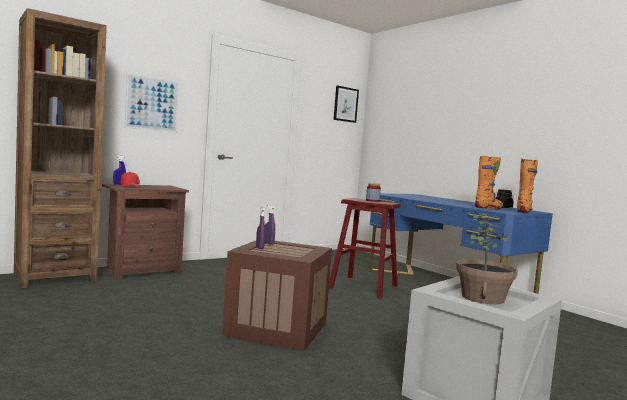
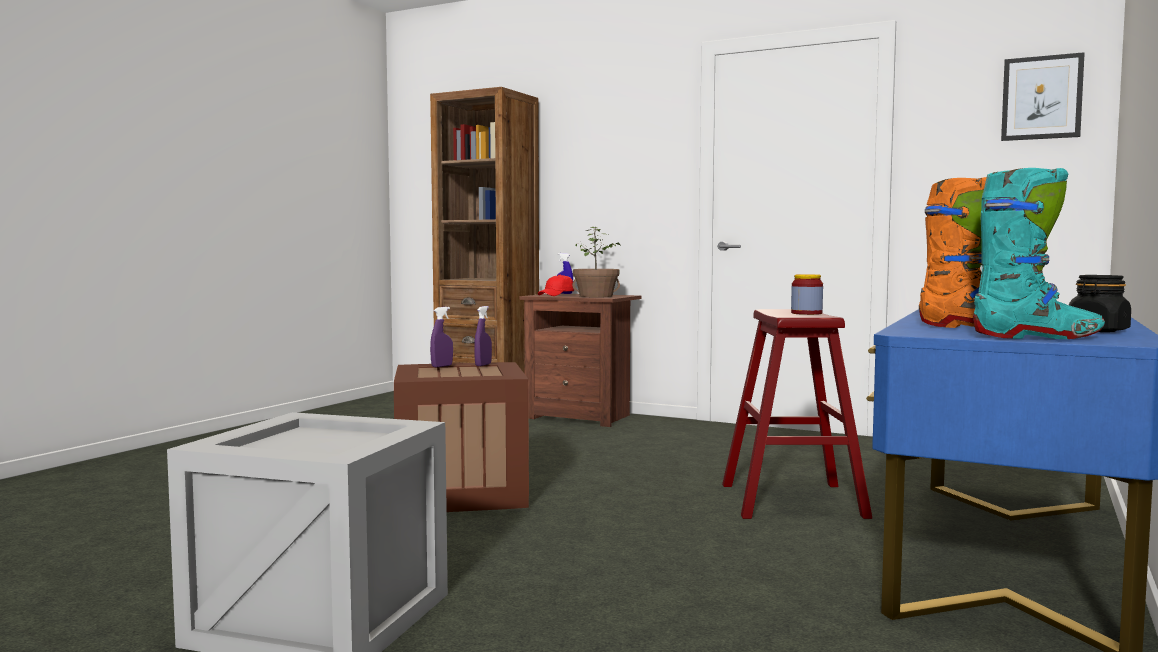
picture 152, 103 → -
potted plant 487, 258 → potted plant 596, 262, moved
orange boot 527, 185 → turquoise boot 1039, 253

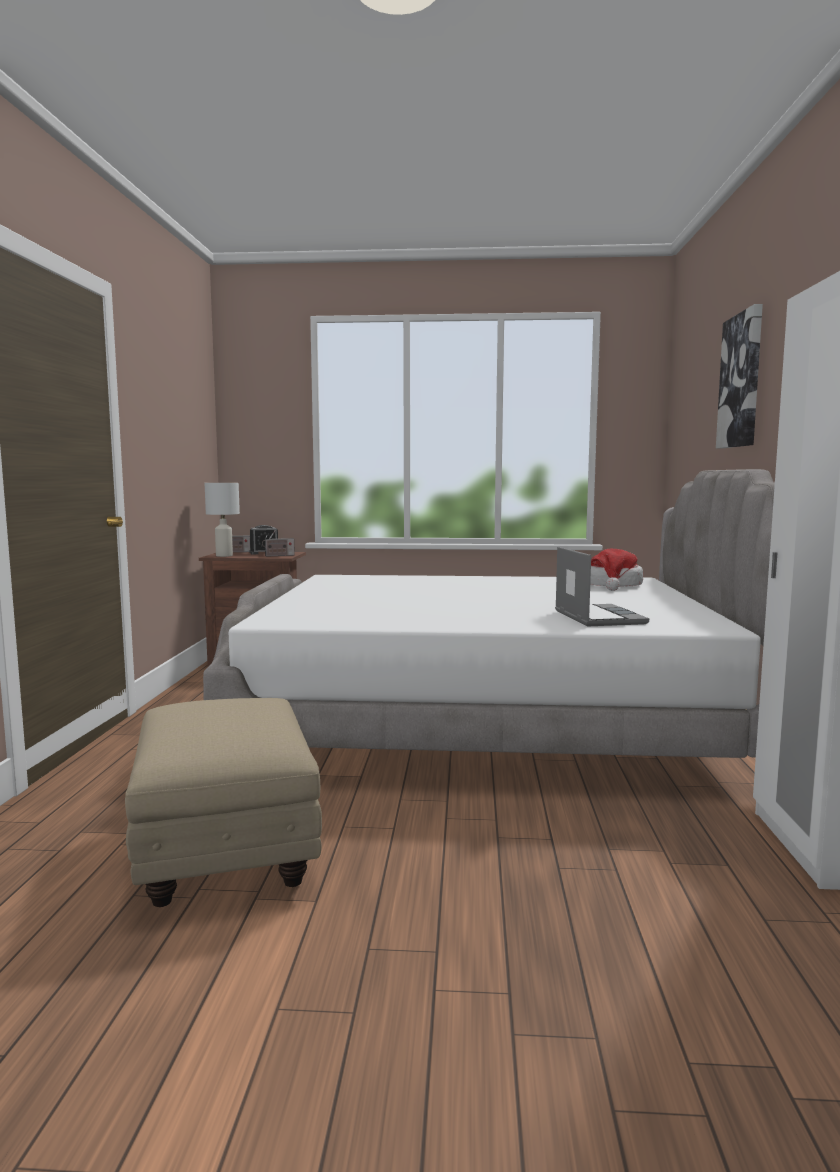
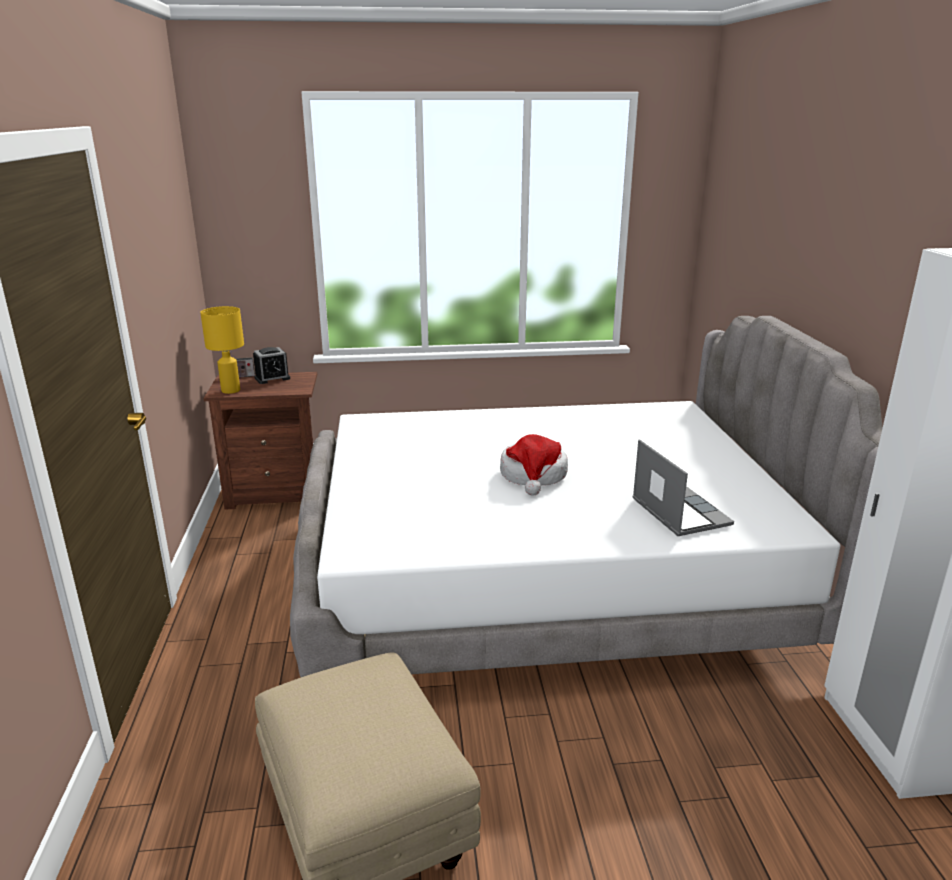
white table lamp 222, 520 → yellow table lamp 222, 350
radio 278, 543 → -
hat 616, 570 → hat 534, 465, moved
picture 739, 376 → -

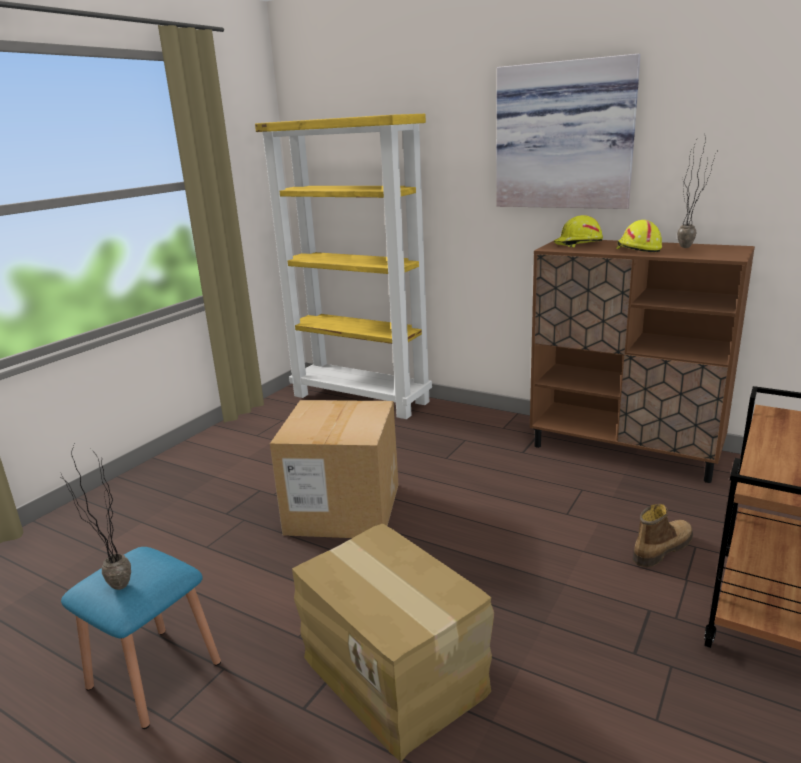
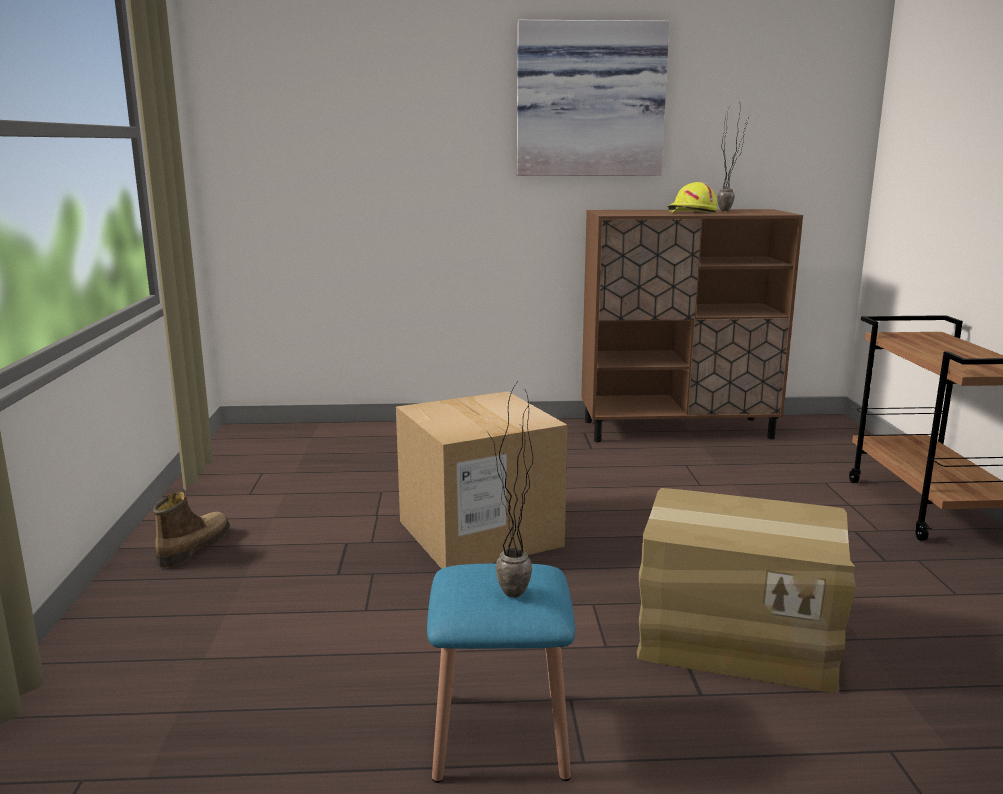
yellow bookcase 343, 266 → -
yellow hard hat 578, 231 → -
boot 663, 535 → boot 191, 530, moved

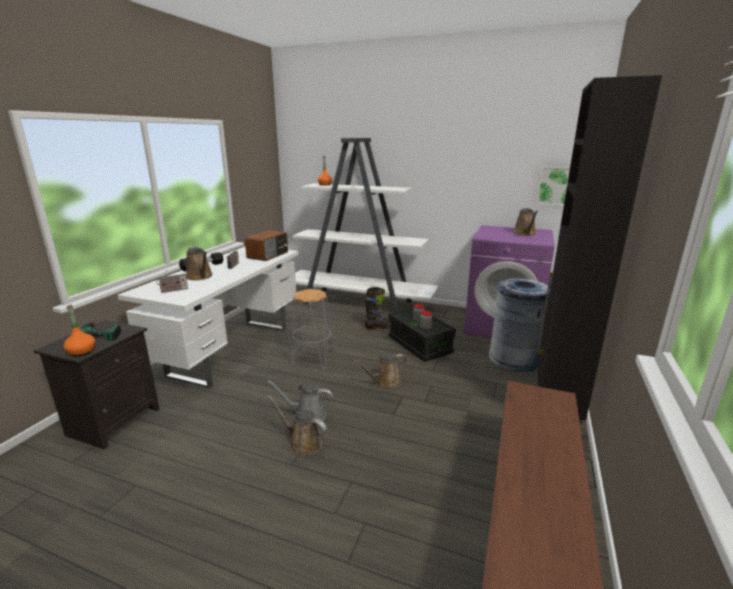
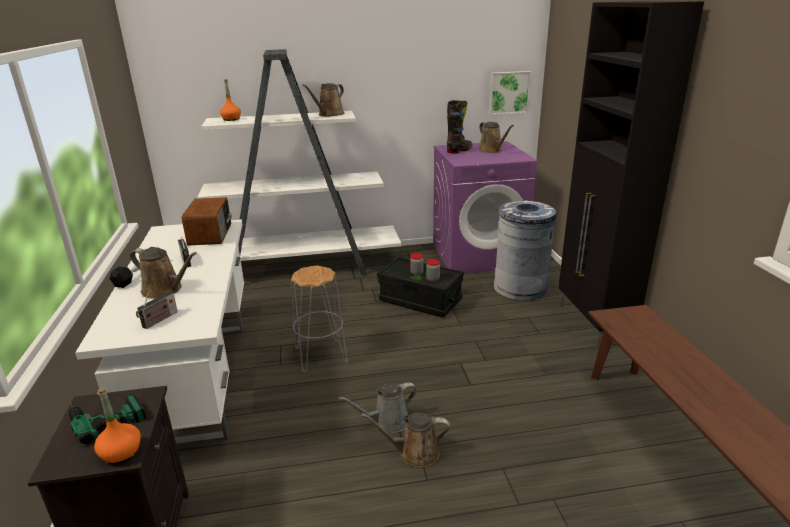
brown watering can 380, 371 → brown watering can 324, 100, moved
black boot 377, 308 → black boot 459, 127, moved

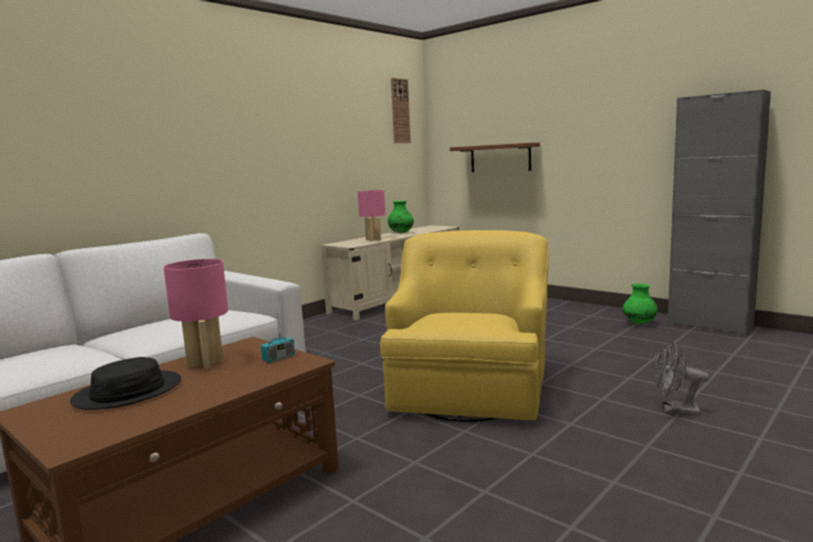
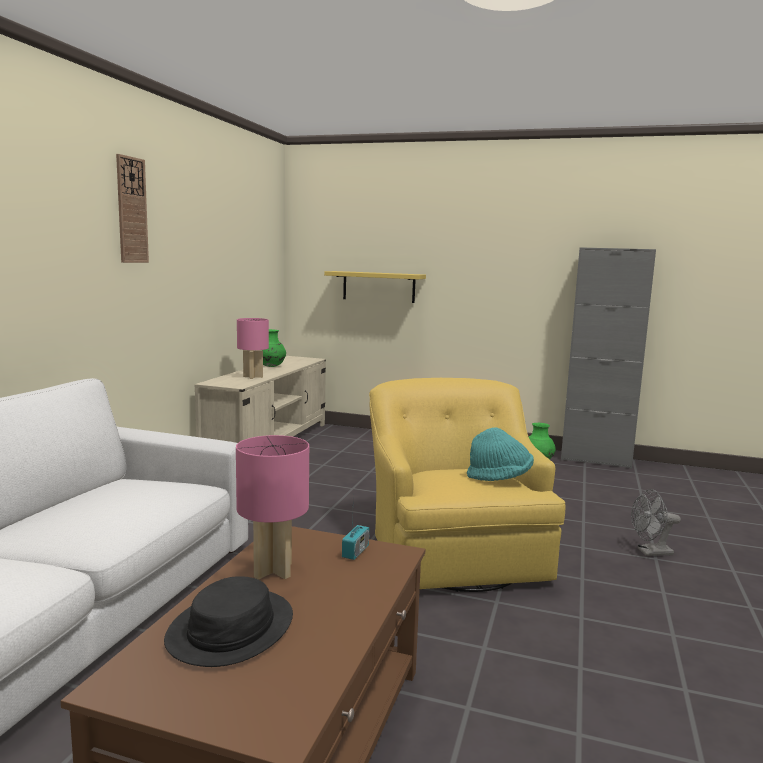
wall clock 401, 110 → wall clock 132, 208, moved
brown shelf 495, 157 → yellow shelf 375, 287
- → turquoise hat 500, 454

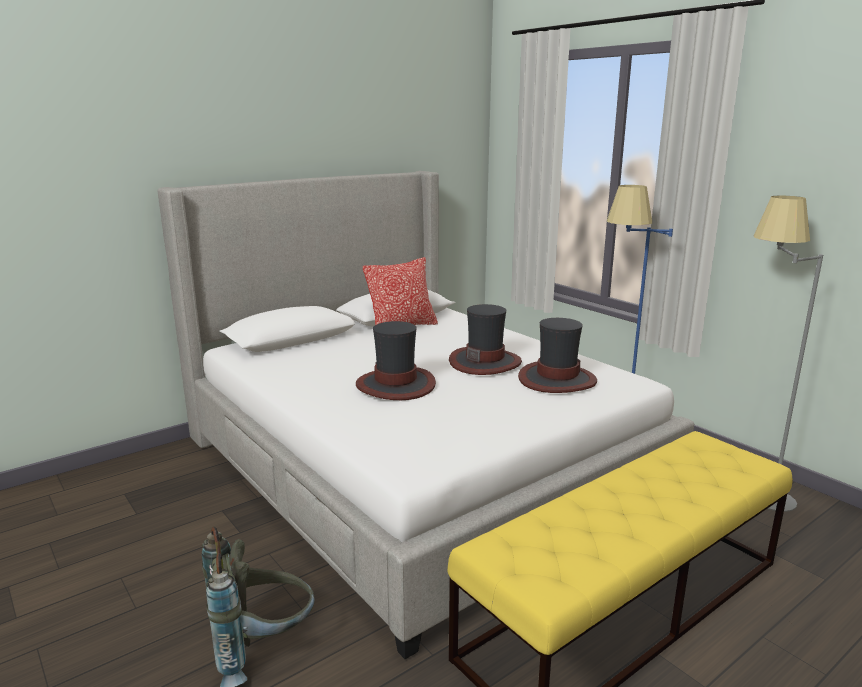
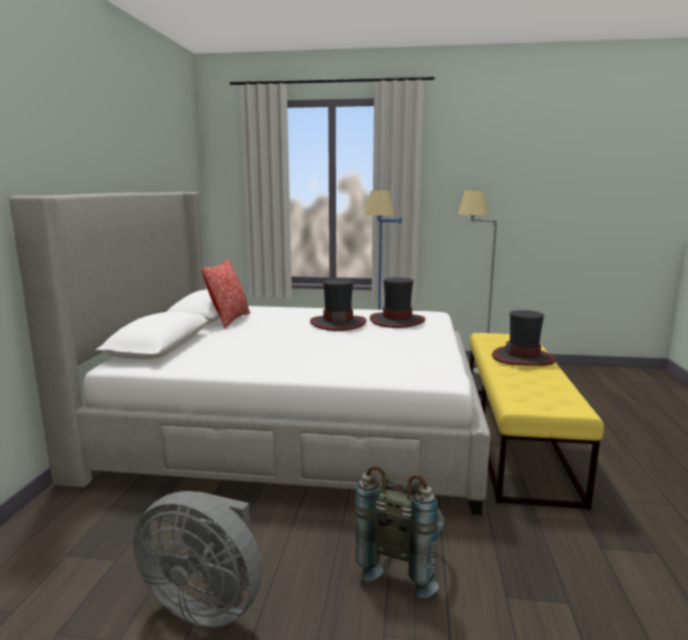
hat 396, 360 → hat 524, 338, moved
- → grey fan 197, 559

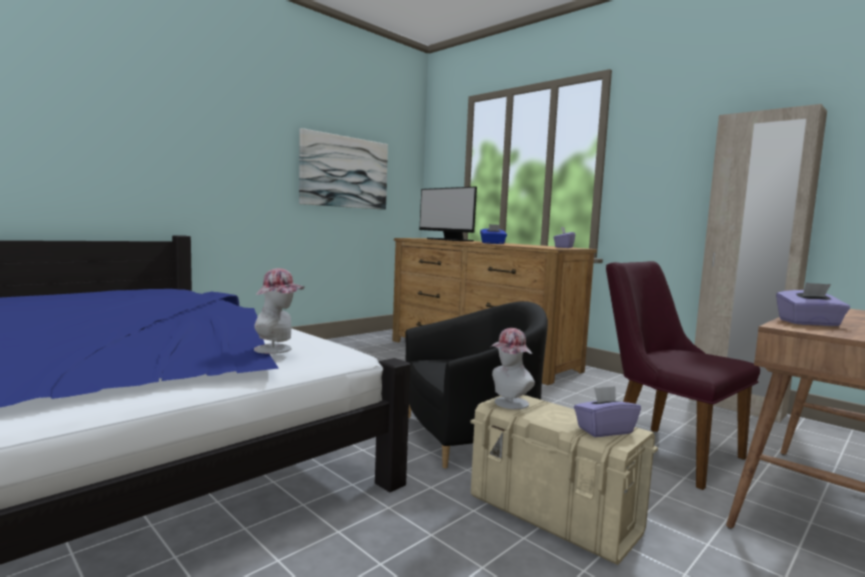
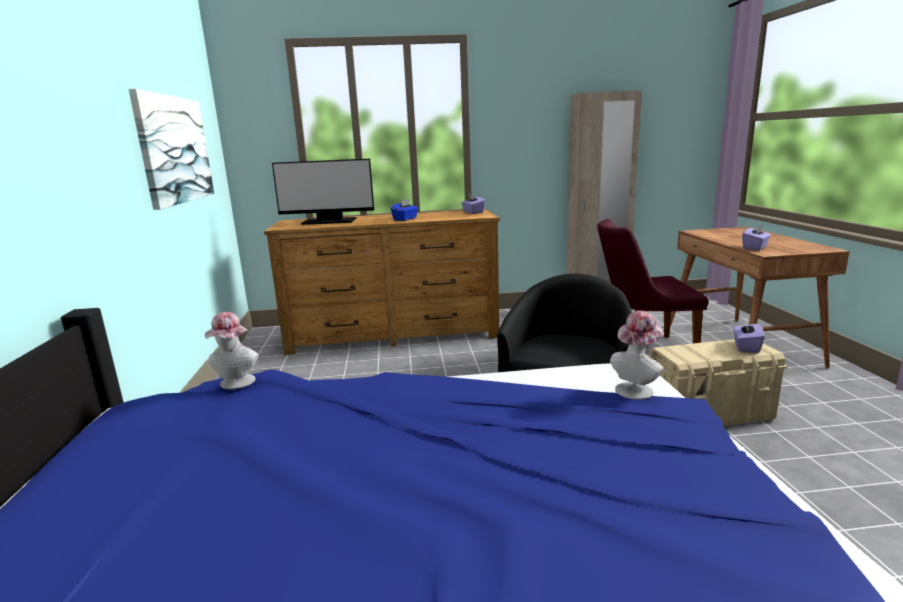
hat 512, 368 → hat 231, 350, moved

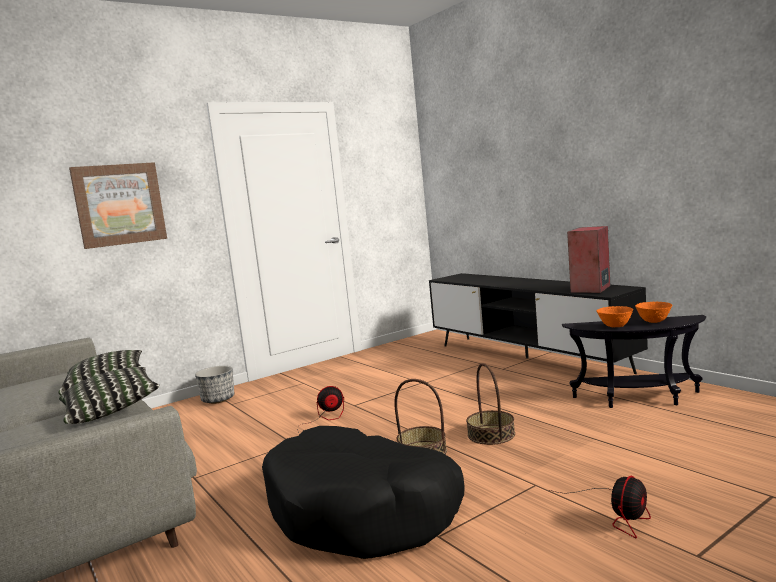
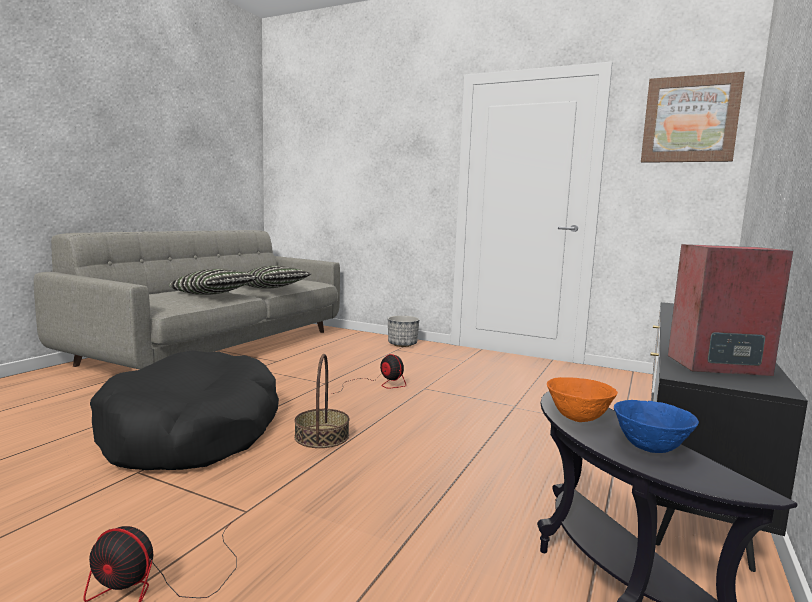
picture 118, 205 → picture 693, 117, moved
basket 490, 404 → -
orange bowl 654, 312 → blue bowl 656, 426

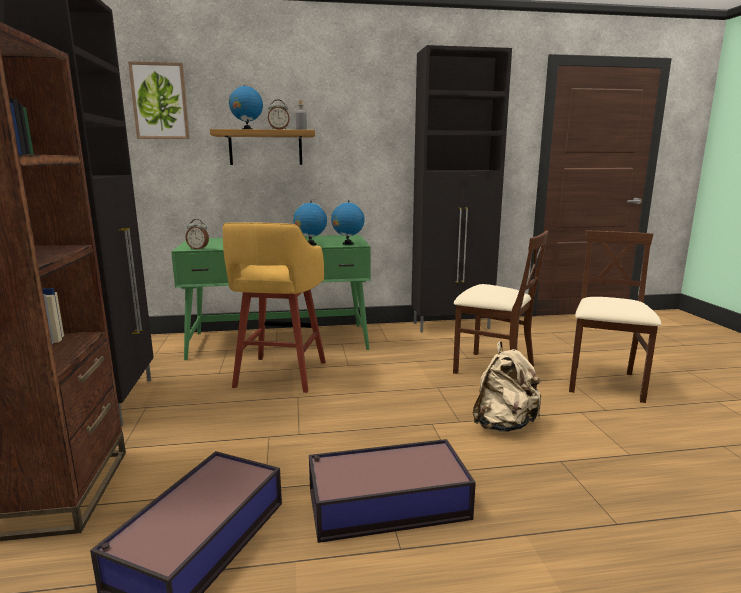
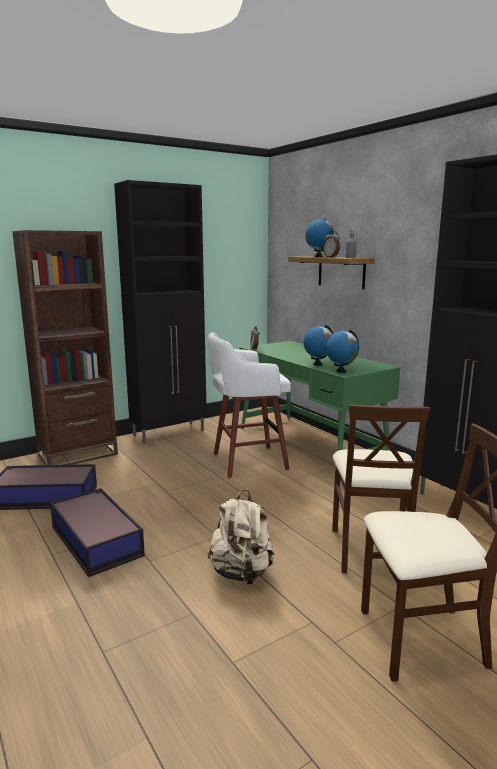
picture 159, 100 → -
yellow stool 274, 307 → white stool 249, 405

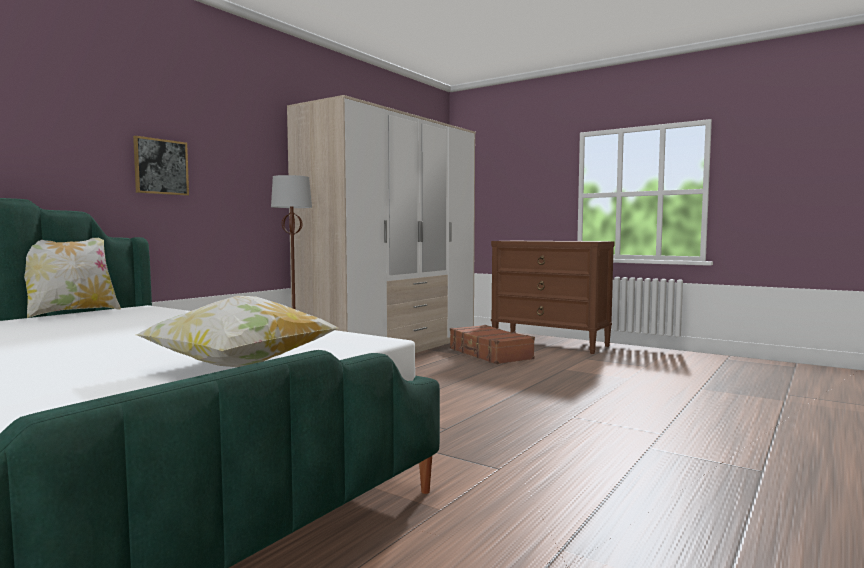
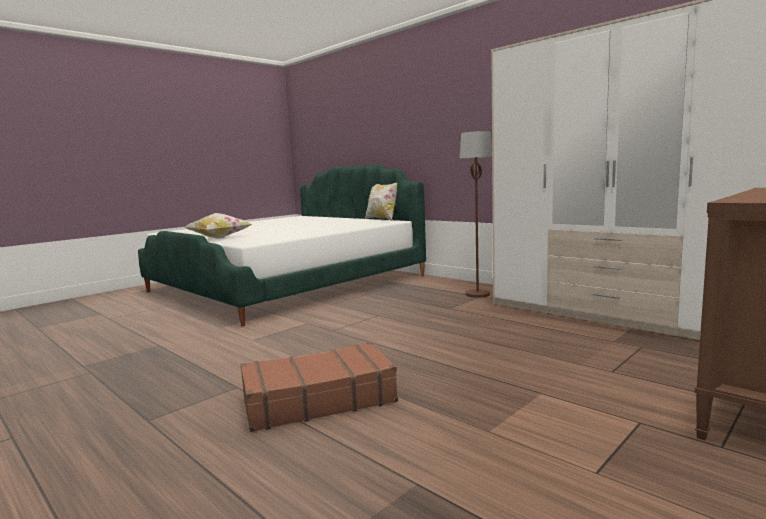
picture 161, 166 → -
brown suitcase 492, 344 → brown suitcase 319, 387, moved

